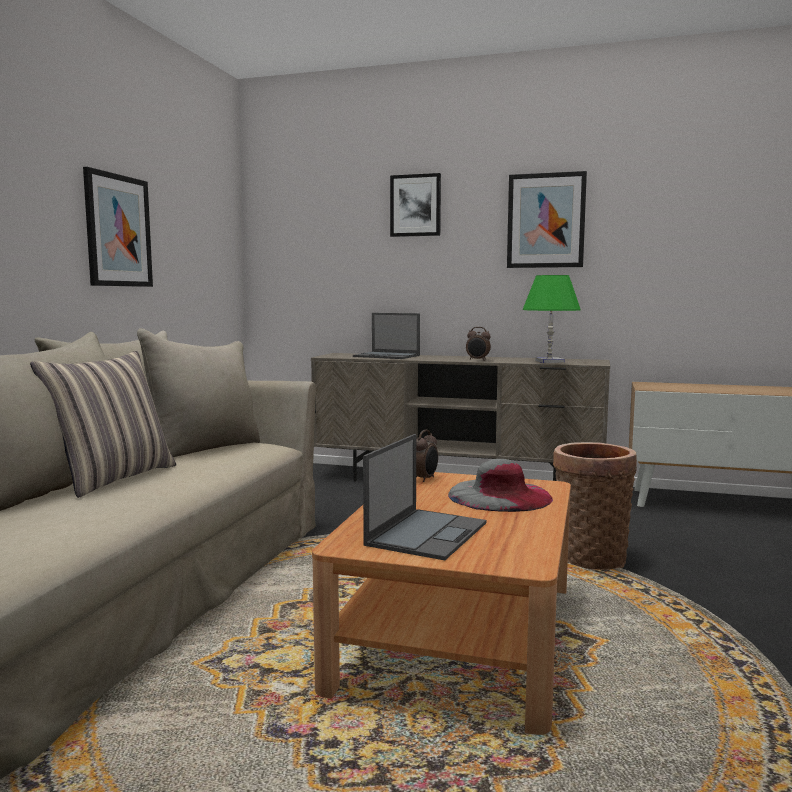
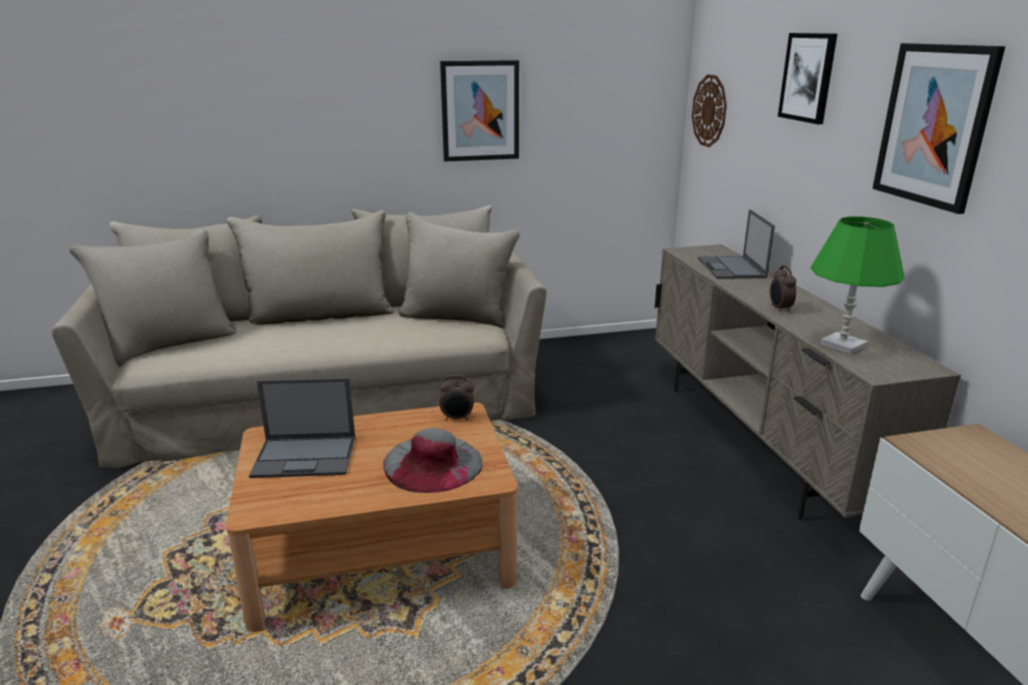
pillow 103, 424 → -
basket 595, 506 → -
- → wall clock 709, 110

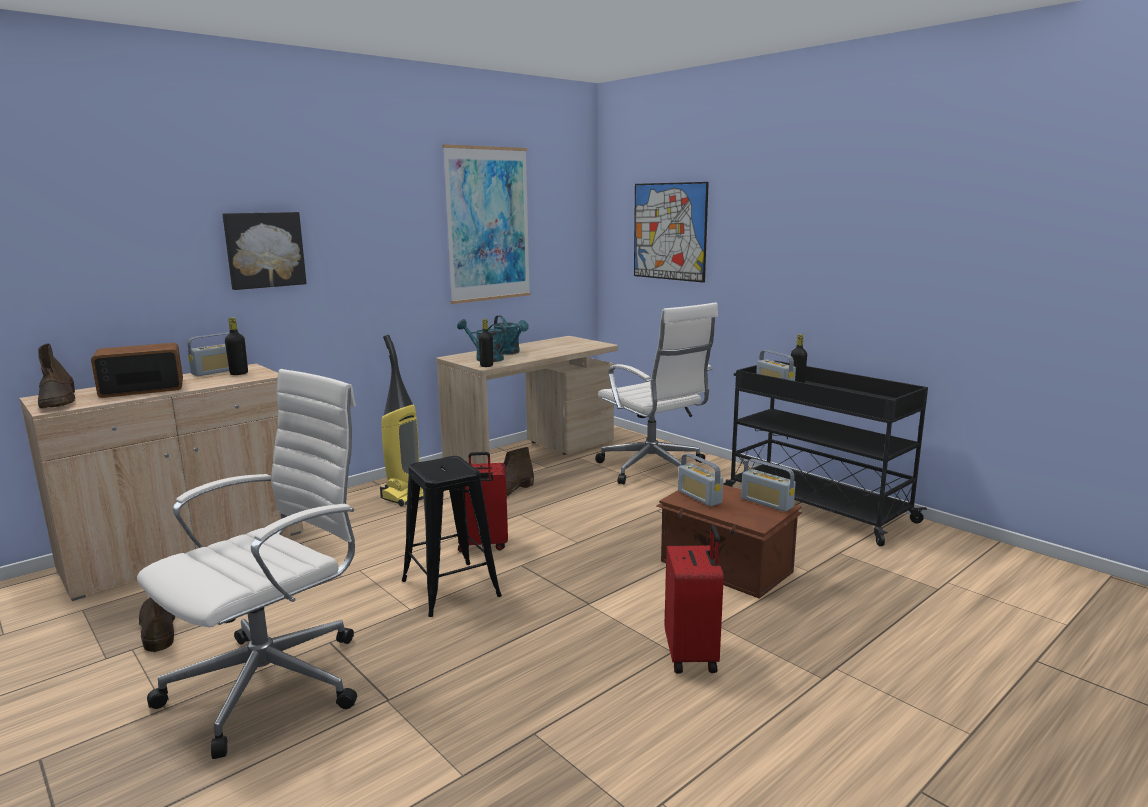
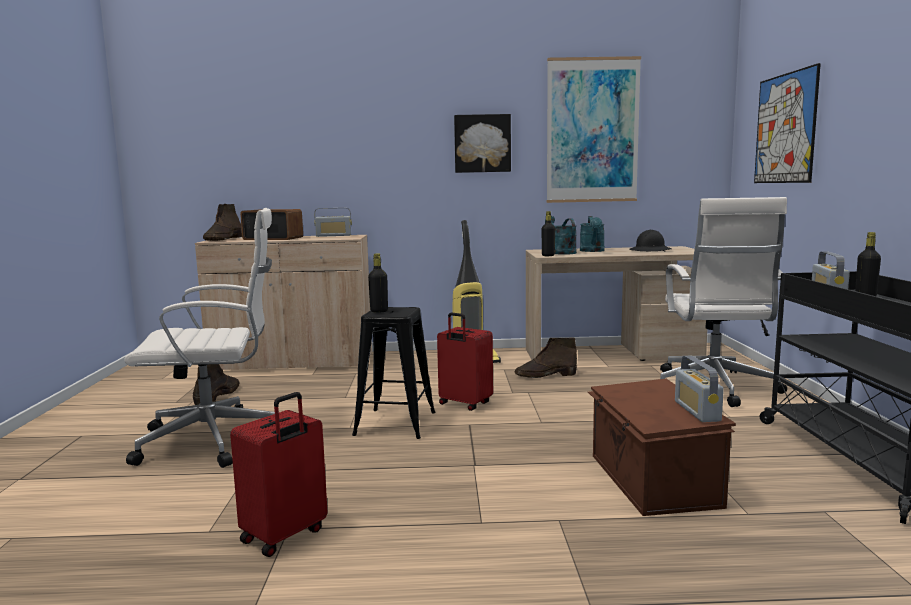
picture 265, 251 → picture 482, 143, moved
black bottle 236, 346 → black bottle 378, 283, moved
red suitcase 694, 599 → red suitcase 278, 474, moved
radio 700, 479 → -
- → black hard hat 650, 240

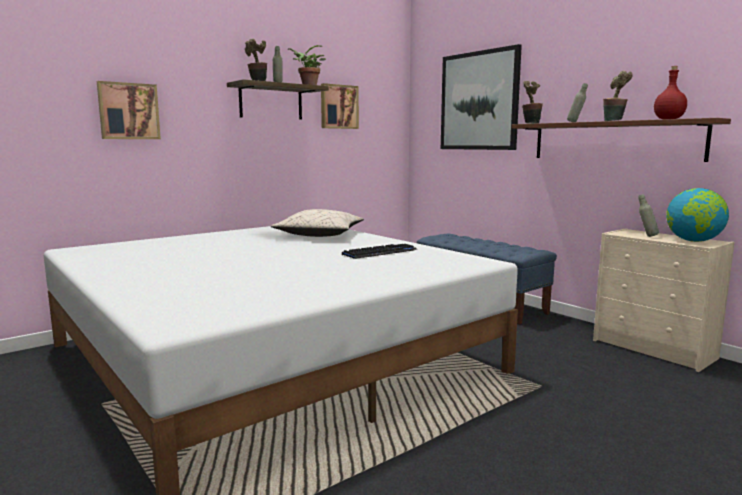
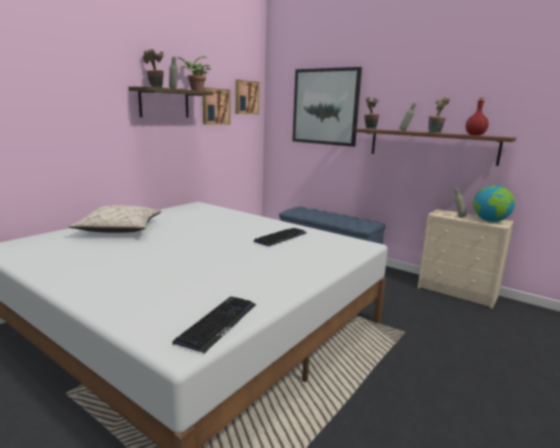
picture 129, 110 → picture 247, 97, moved
beige pillow 317, 223 → beige pillow 115, 219, moved
- → keyboard 214, 324

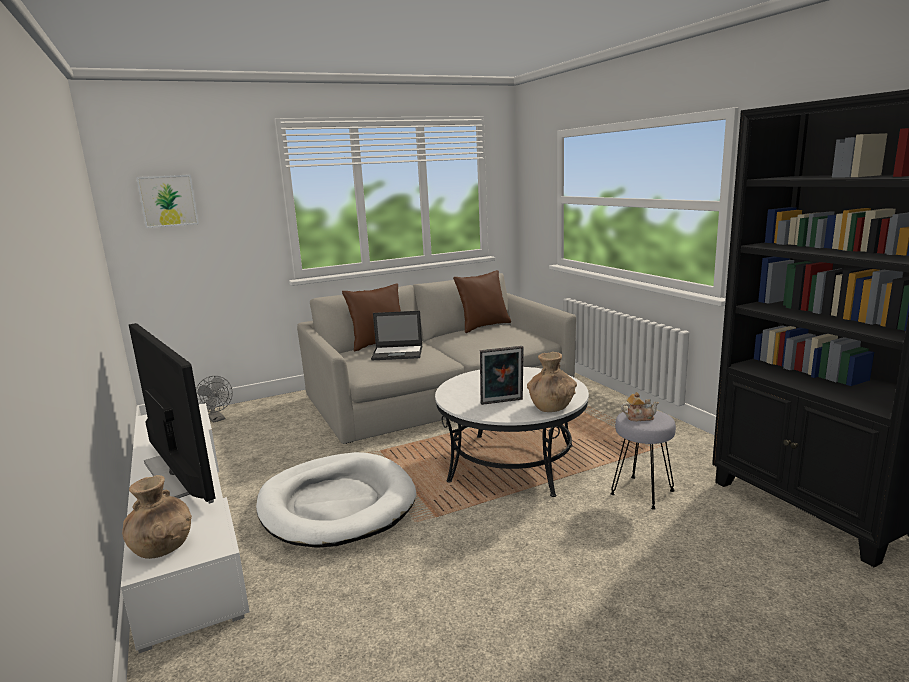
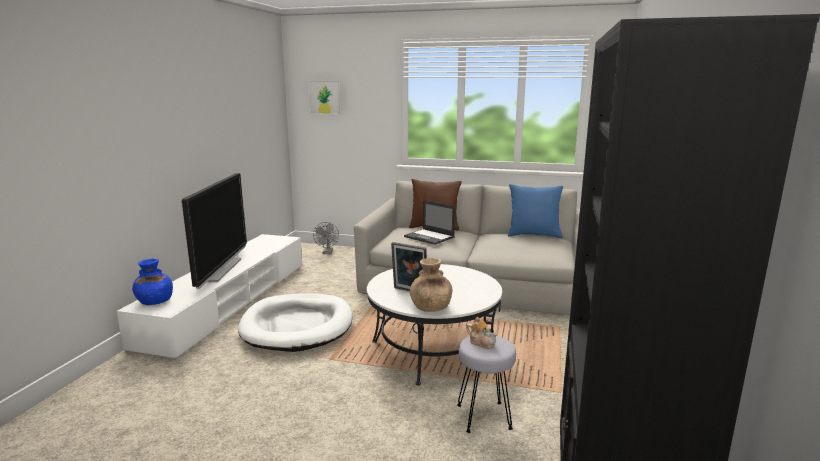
brown vase 157, 517 → blue vase 152, 282
brown pillow 482, 301 → blue pillow 535, 211

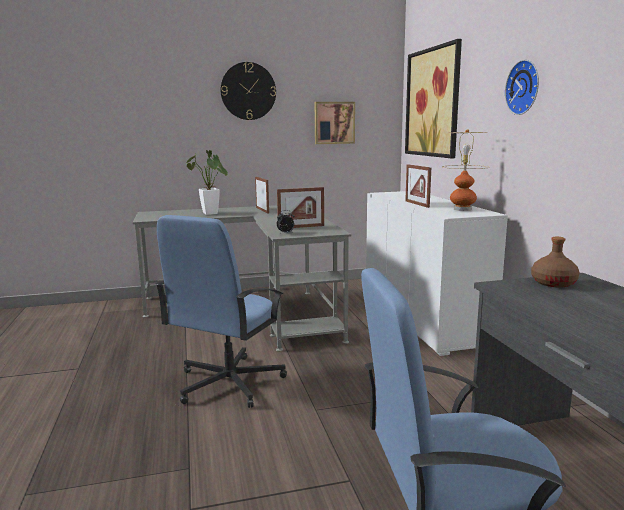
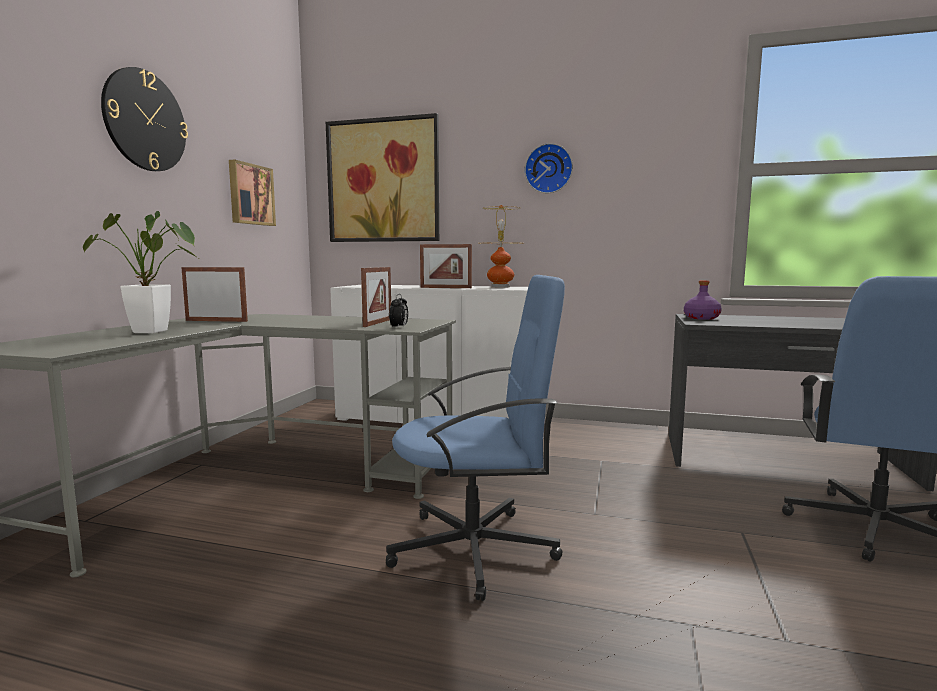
blue office chair 221, 311 → blue office chair 475, 438, 60 degrees counterclockwise
brown bottle 555, 262 → purple bottle 703, 300

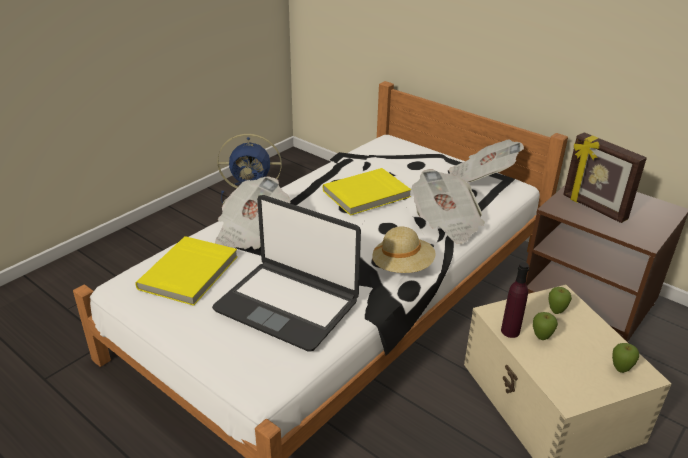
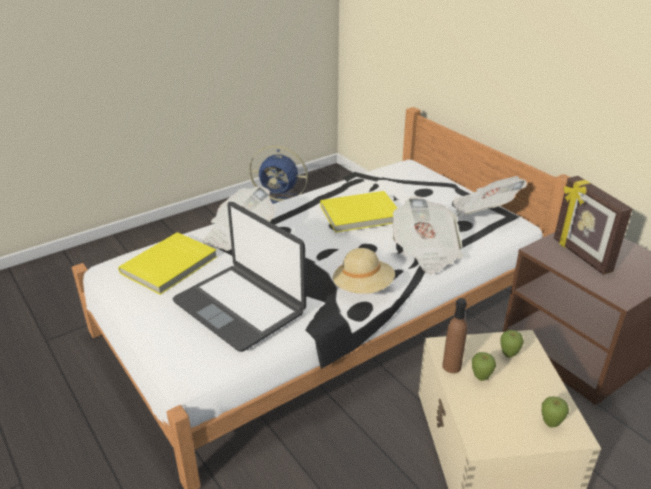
purple bottle 515, 300 → brown bottle 454, 335

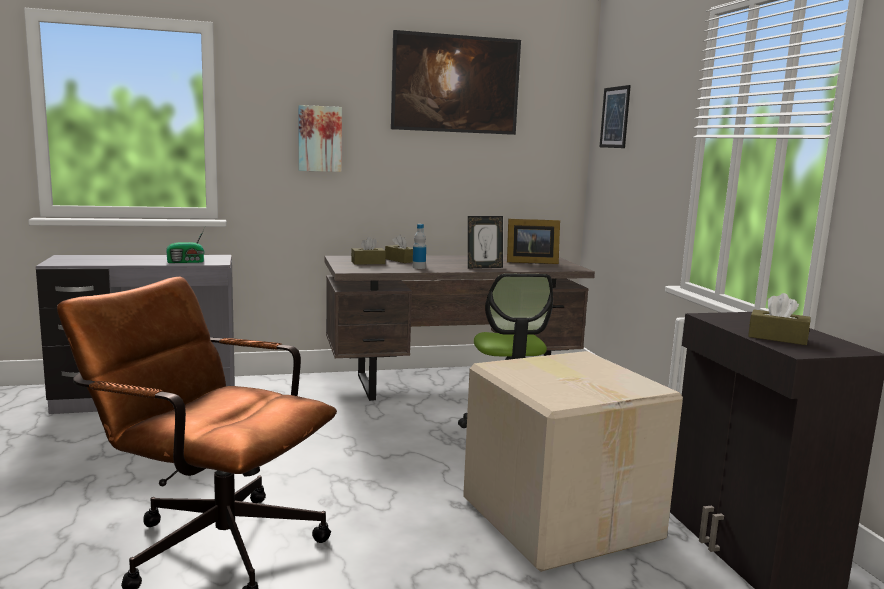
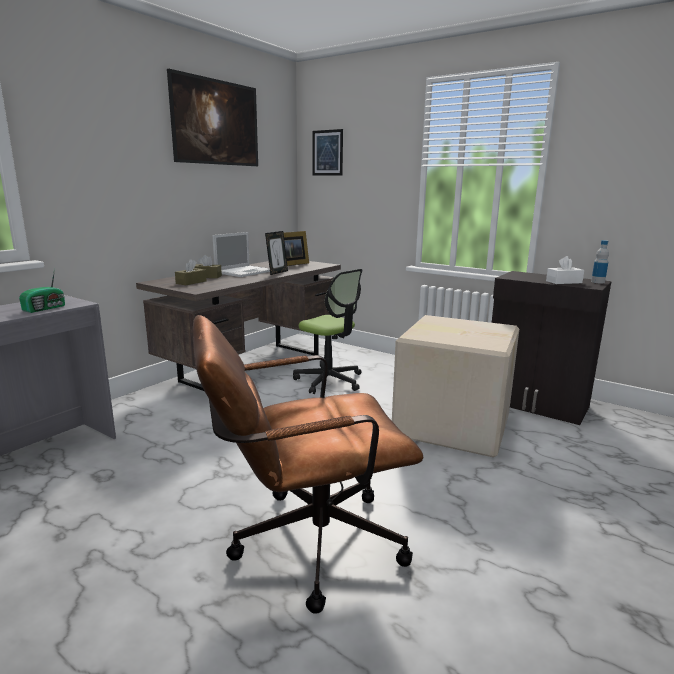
picture 320, 138 → -
bottle 419, 246 → bottle 600, 261, moved
brown tissue box 779, 319 → white tissue box 565, 270
- → laptop 241, 254

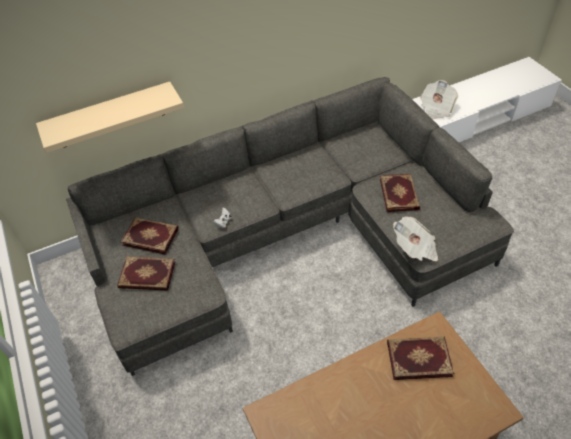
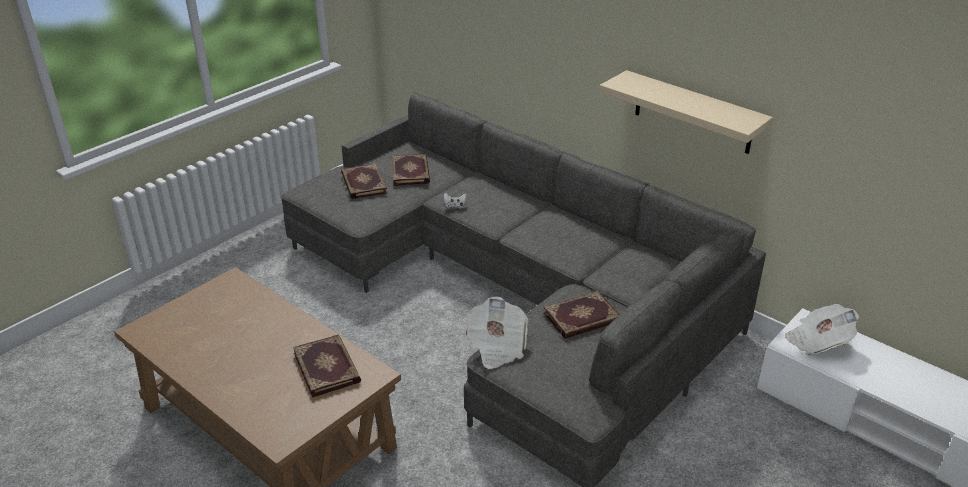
beige shelf 110, 117 → beige shelf 686, 112, moved

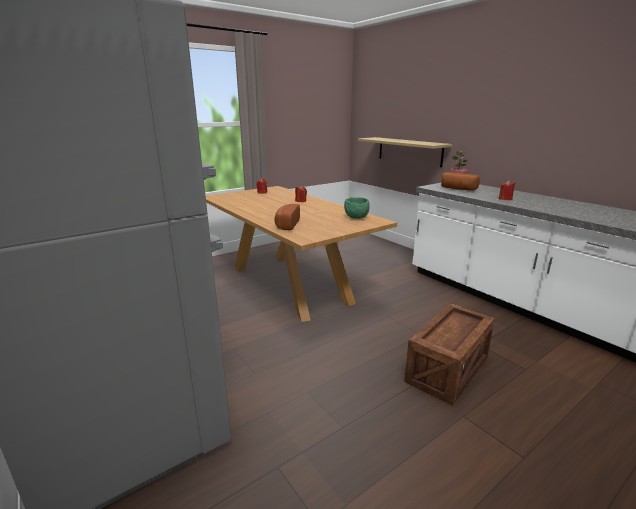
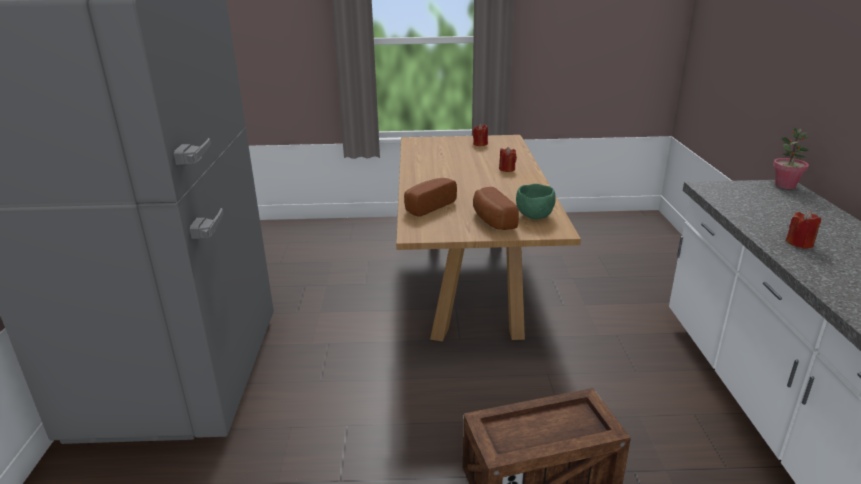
shelf 404, 152 → -
bread 460, 181 → bread 496, 208, moved

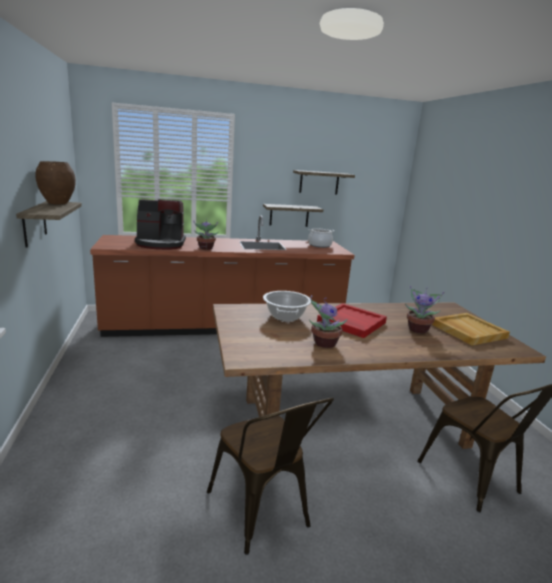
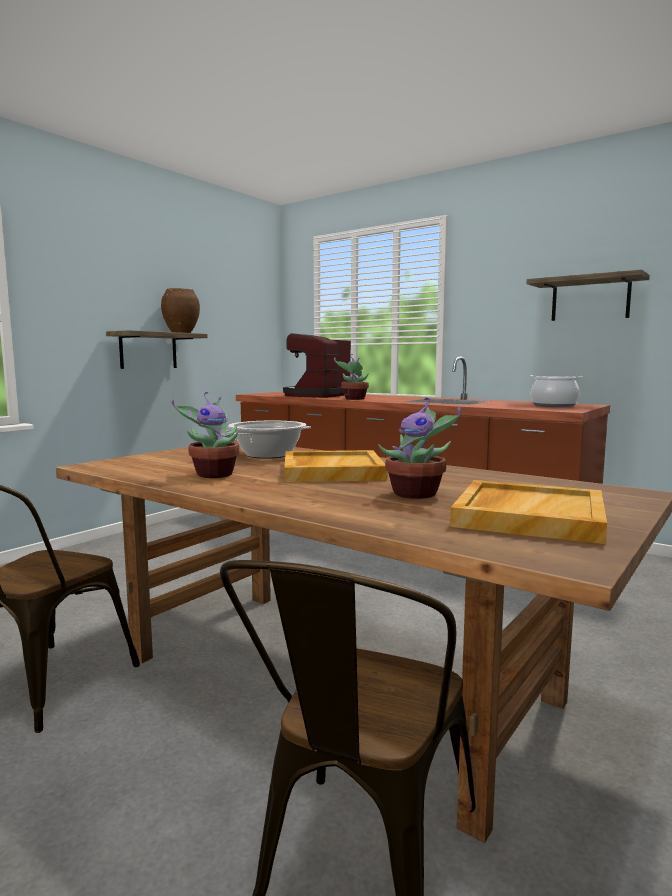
coffee machine 160, 224 → coffee machine 317, 365, 75 degrees clockwise
shelf 293, 215 → -
red tray 352, 320 → beige tray 335, 466

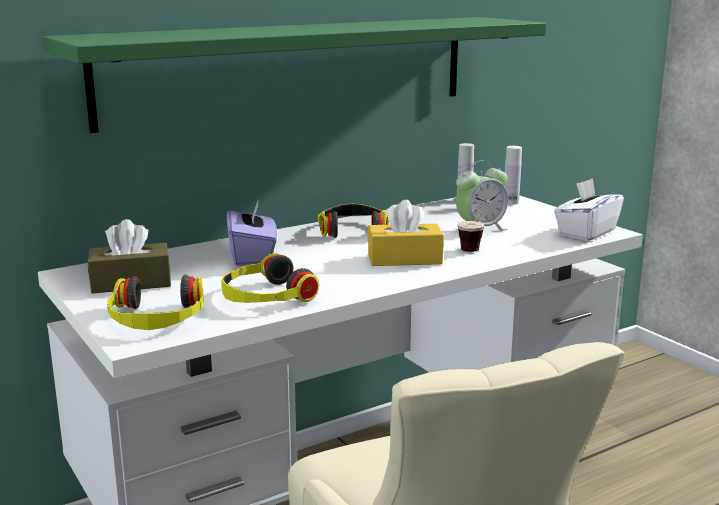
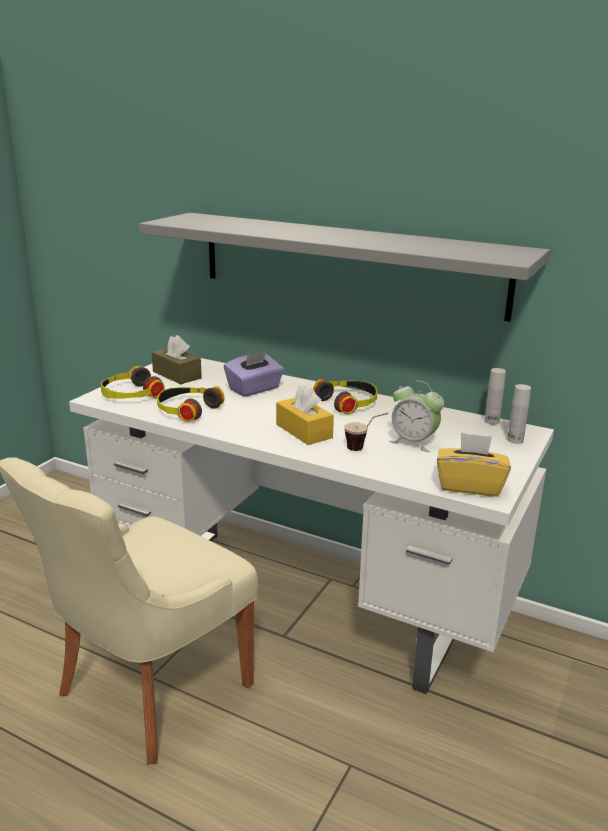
green shelf 294, 75 → grey shelf 344, 267
white tissue box 589, 209 → yellow tissue box 474, 464

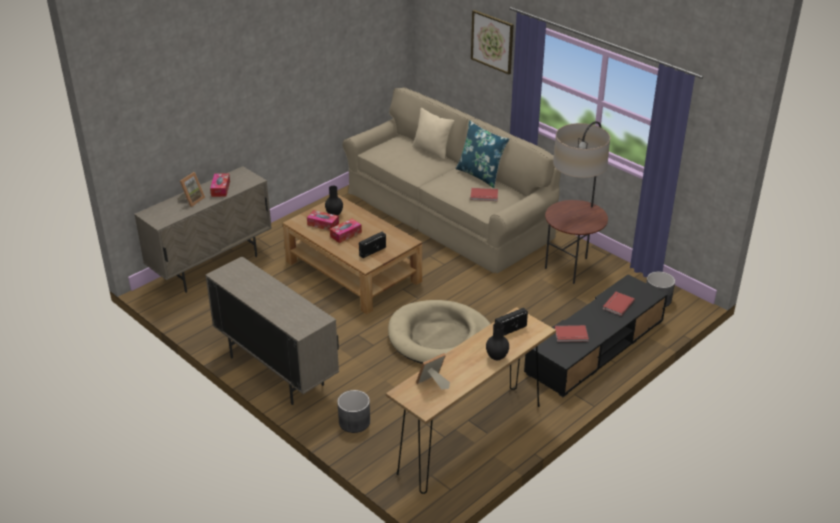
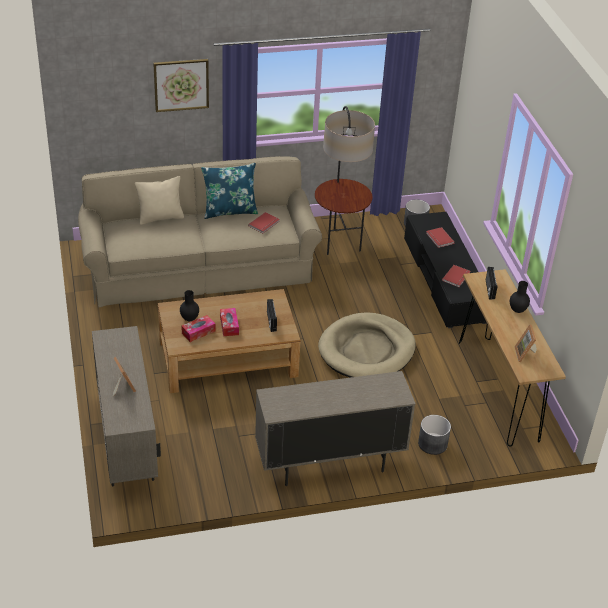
tissue box 220, 185 → -

